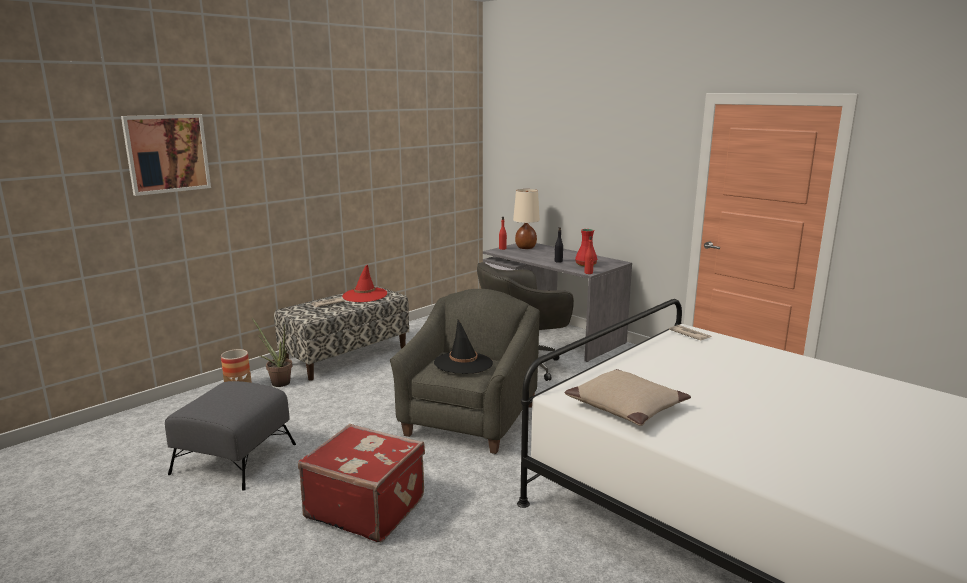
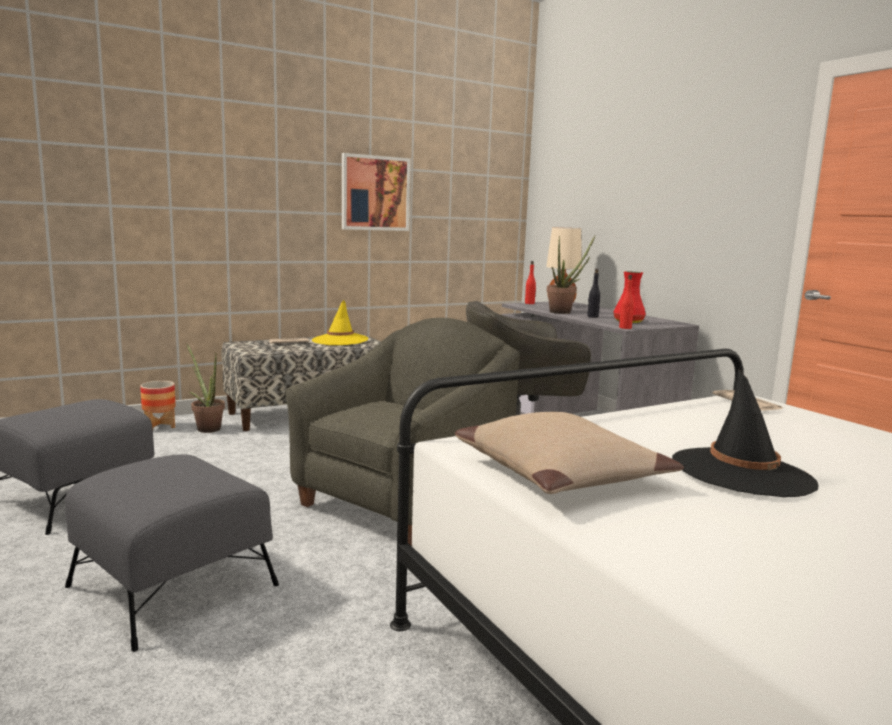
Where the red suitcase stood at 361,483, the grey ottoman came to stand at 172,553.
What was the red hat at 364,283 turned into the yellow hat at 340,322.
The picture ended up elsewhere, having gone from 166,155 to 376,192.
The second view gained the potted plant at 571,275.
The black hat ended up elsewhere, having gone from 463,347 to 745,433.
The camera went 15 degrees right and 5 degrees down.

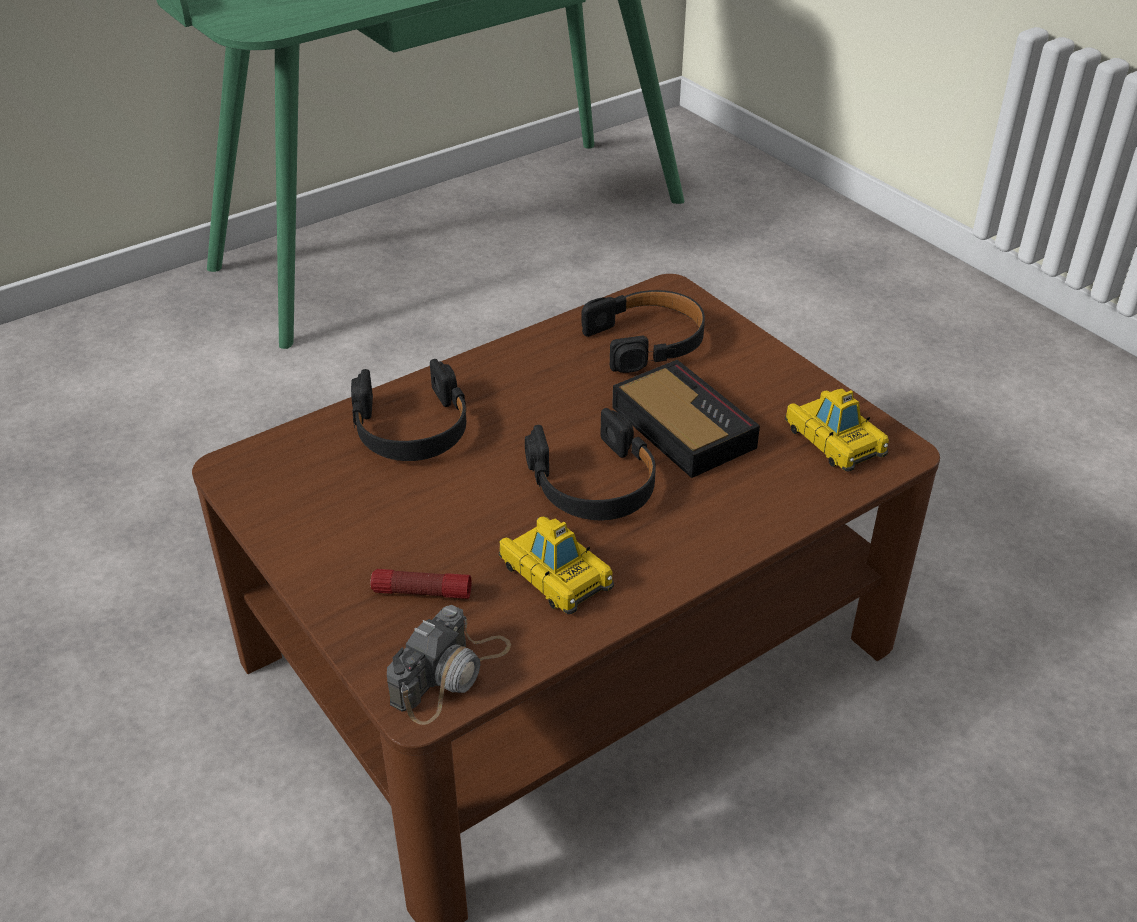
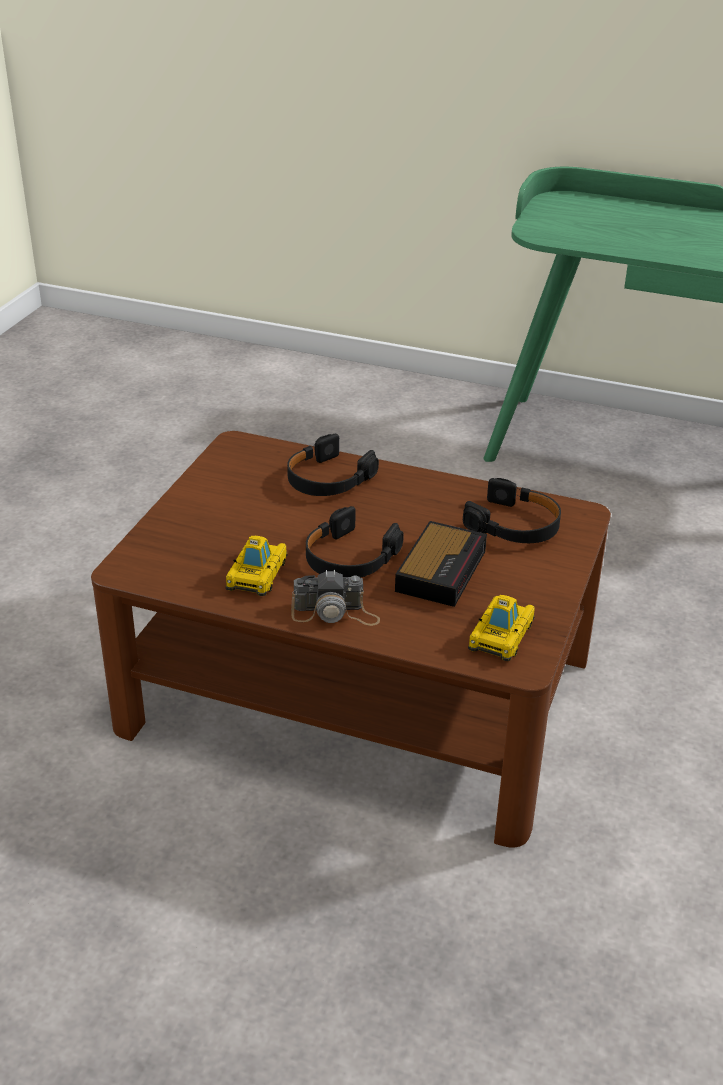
The photo camera ended up elsewhere, having gone from 449,665 to 335,598.
The second view lost the flashlight at 421,584.
The camera went 55 degrees right and 5 degrees down.

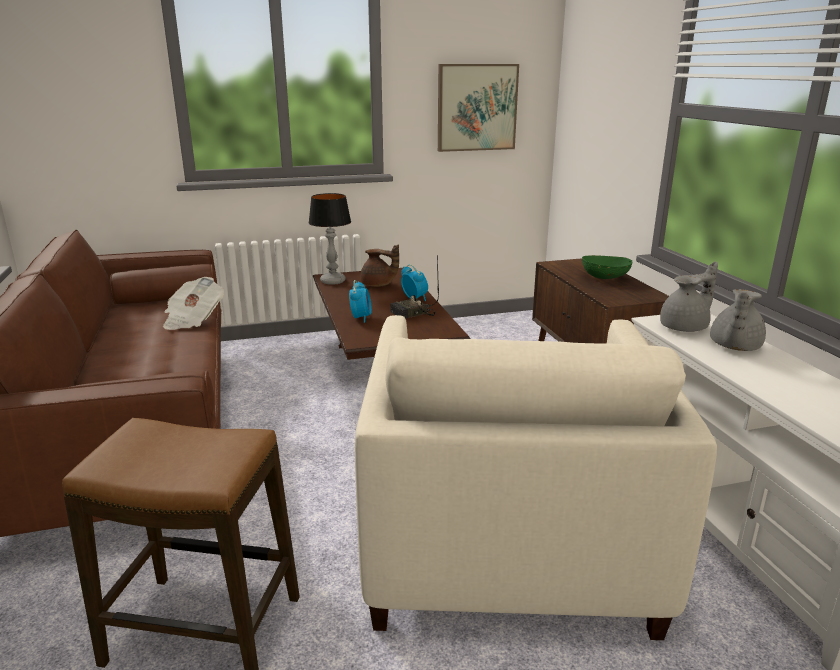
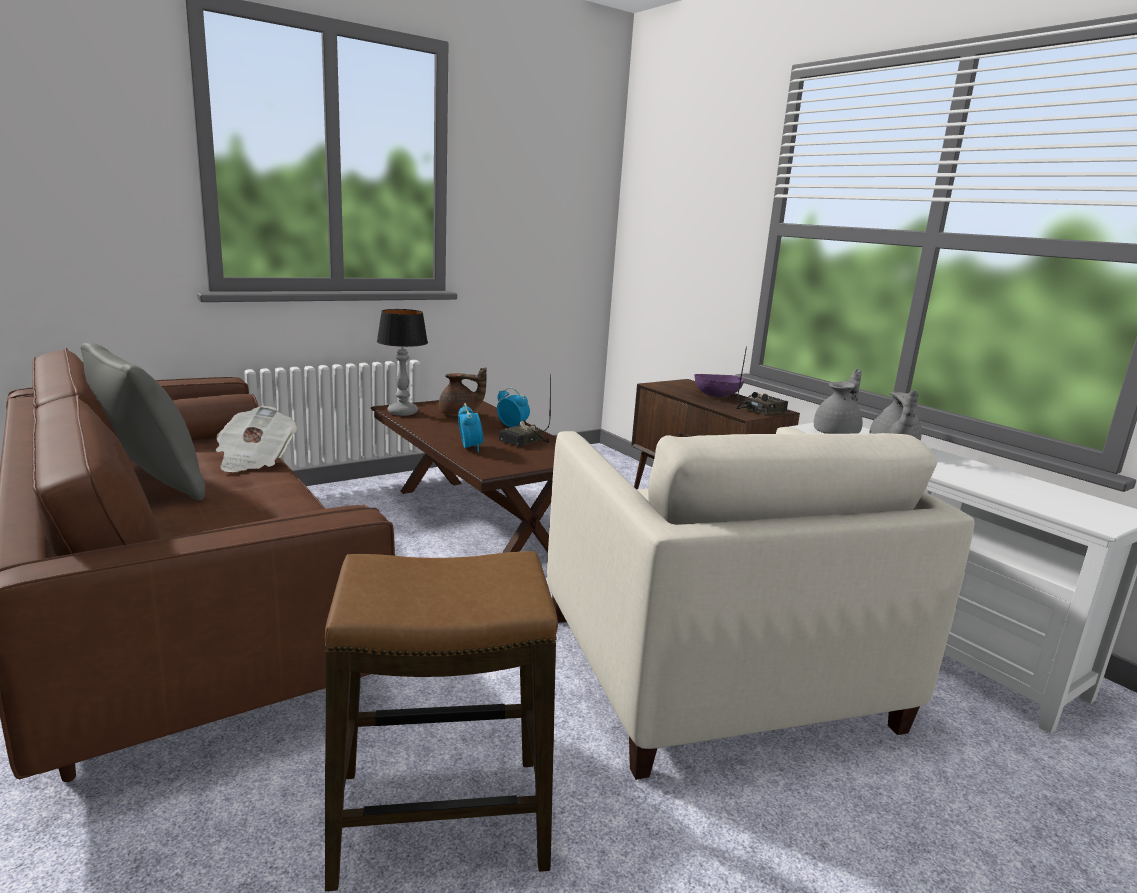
The second view gained the grey pillow at 143,422.
What was the green bowl at 607,267 turned into the purple bowl at 719,385.
The second view gained the radio at 762,380.
The second view lost the picture at 478,108.
The camera went 20 degrees left and 5 degrees down.

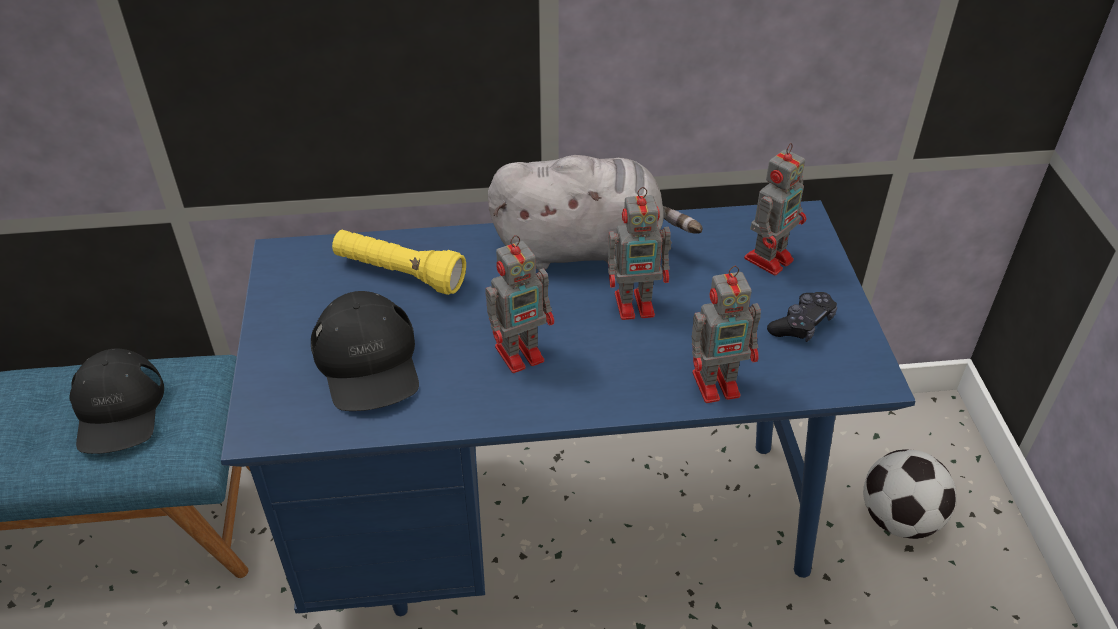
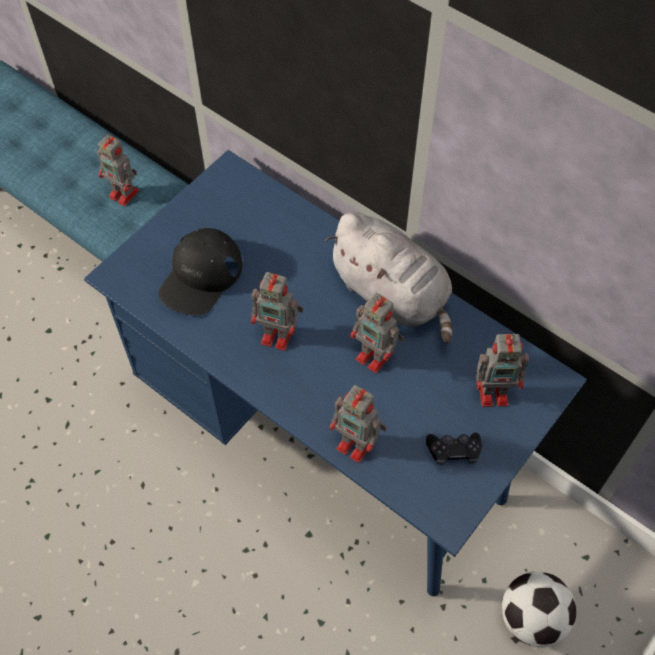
Where the black cap stood at 117,401, the toy robot came to stand at 118,170.
The second view lost the yellow flashlight at 399,262.
The camera went 45 degrees right and 15 degrees up.

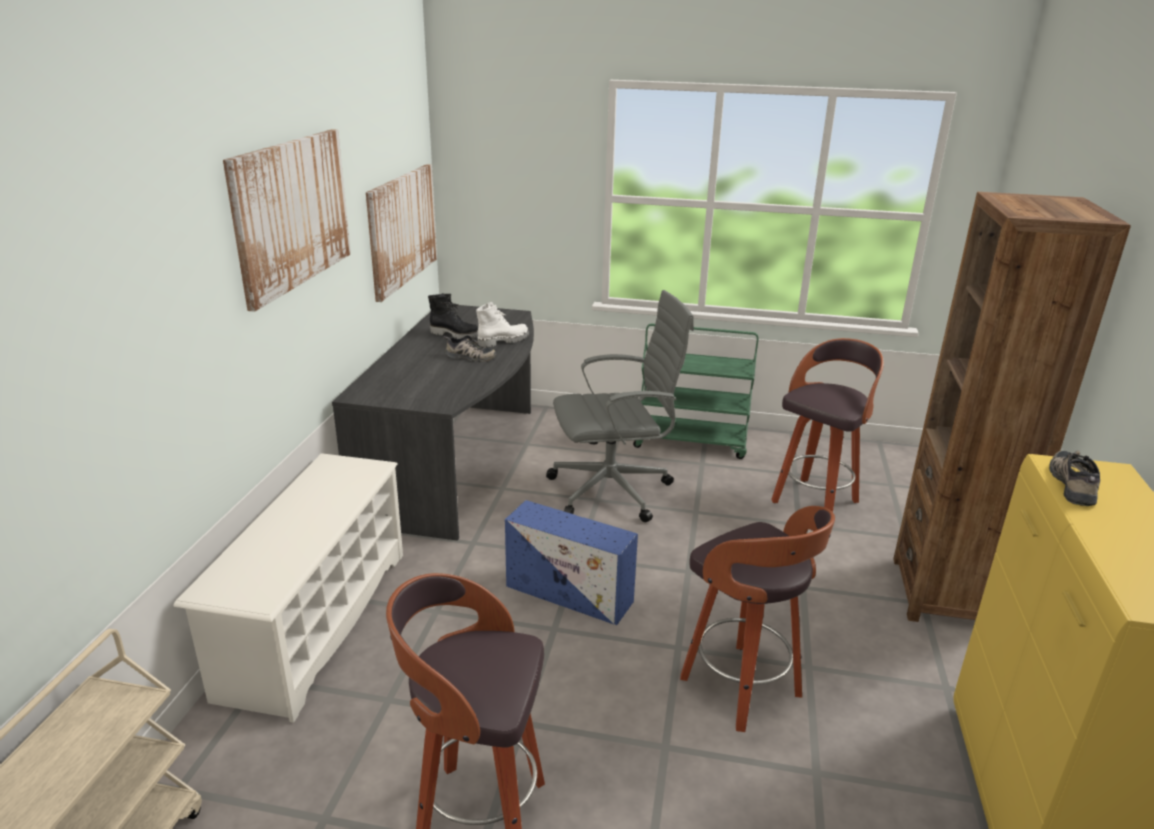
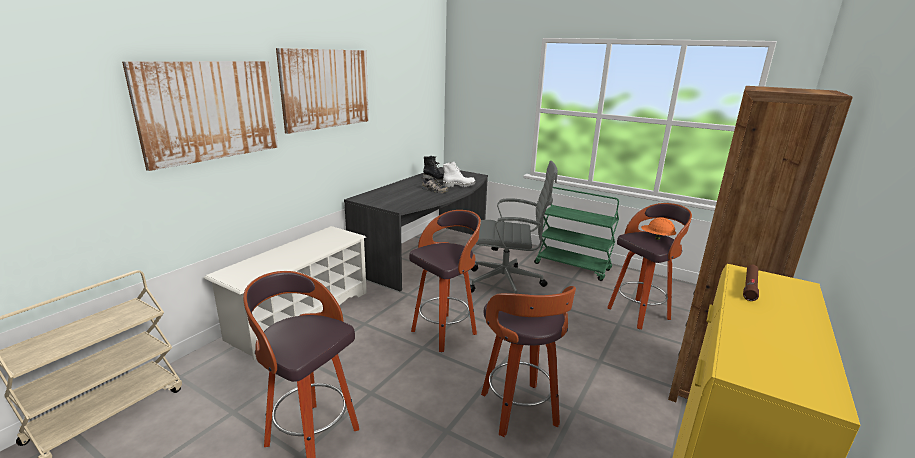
The picture ended up elsewhere, having gone from 401,233 to 200,116.
Where the blue storage box stood at 571,562, the stool came to stand at 445,281.
The second view gained the orange hard hat at 658,228.
Where the shoe stood at 1074,478, the brown flashlight came to stand at 751,283.
The camera went 20 degrees right and 5 degrees down.

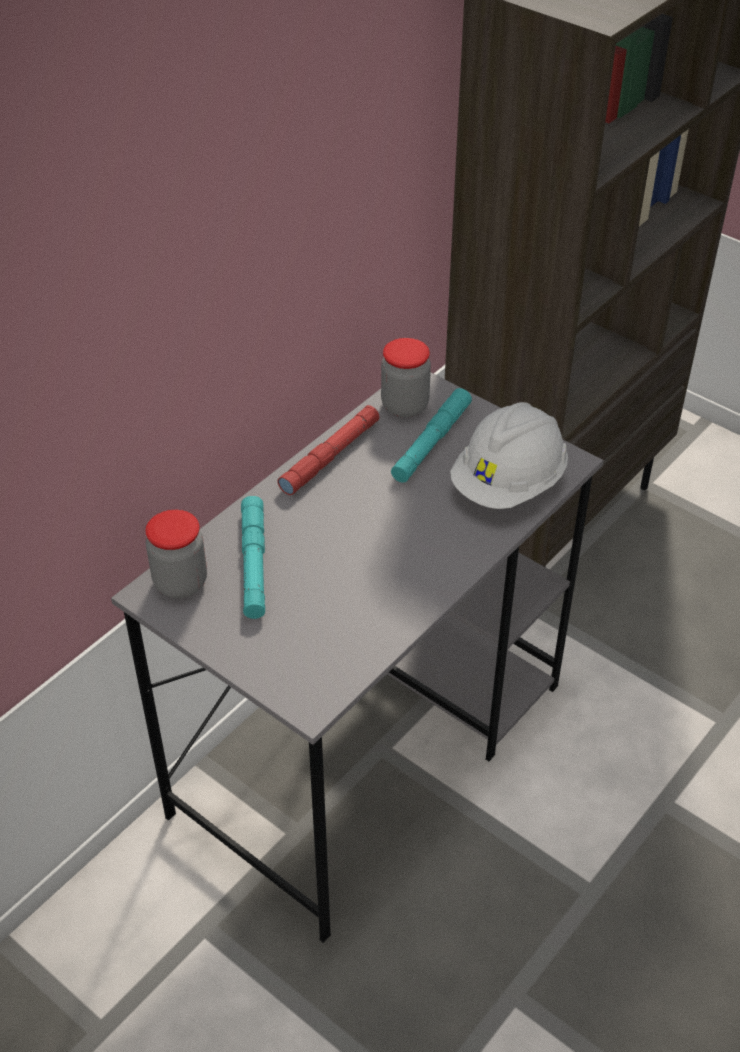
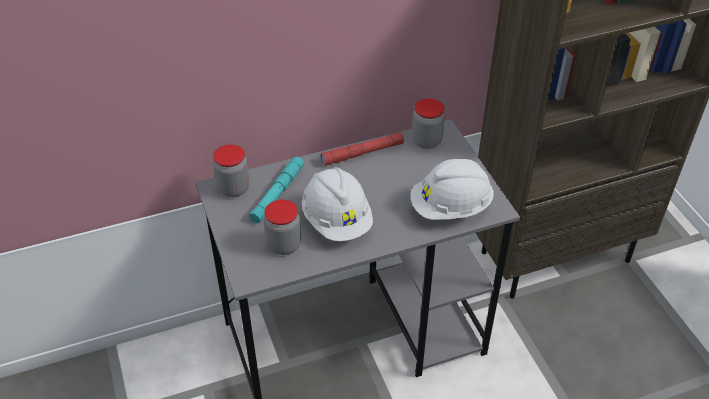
The second view gained the jar at 282,227.
The second view gained the white hard hat at 337,204.
The second view lost the turquoise flashlight at 431,435.
The camera went 30 degrees right and 0 degrees up.

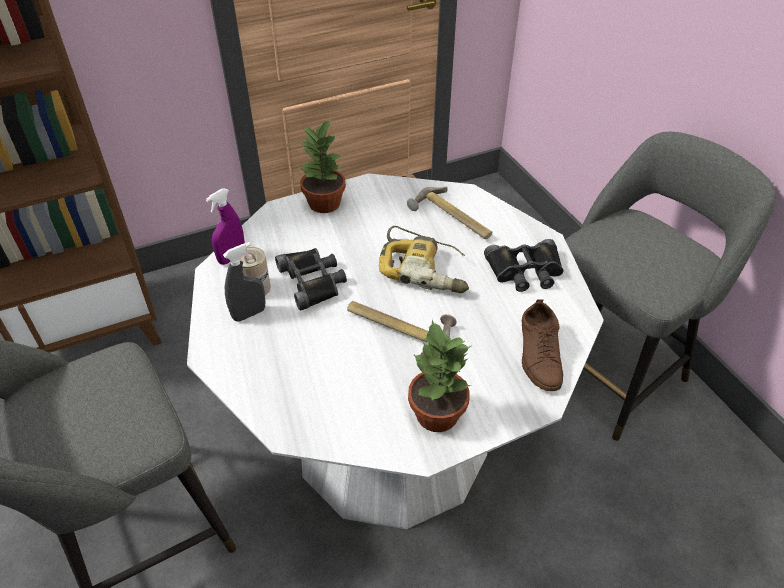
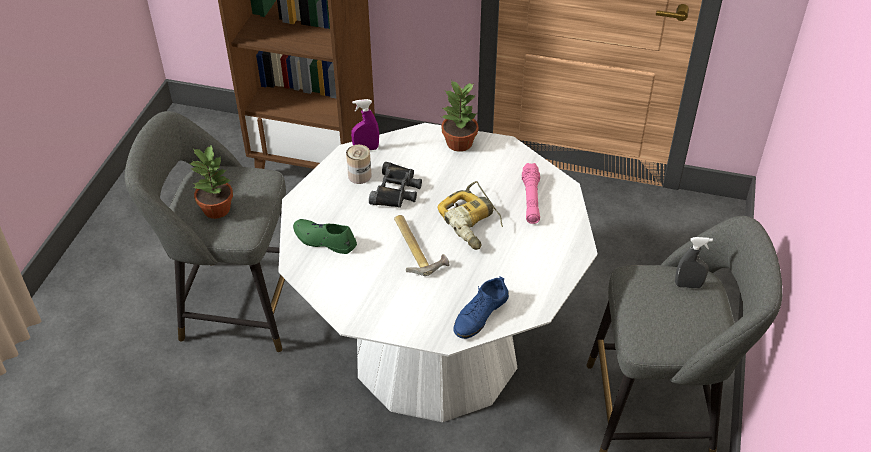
The potted plant ended up elsewhere, having gone from 440,376 to 210,181.
The second view gained the green shoe at 325,236.
What was the brown shoe at 542,345 turned into the blue shoe at 481,307.
Where the hammer stood at 449,213, the pink flashlight came to stand at 531,193.
The grey spray bottle ended up elsewhere, having gone from 244,282 to 694,262.
The second view lost the black binoculars at 524,265.
The camera went 40 degrees right and 0 degrees up.

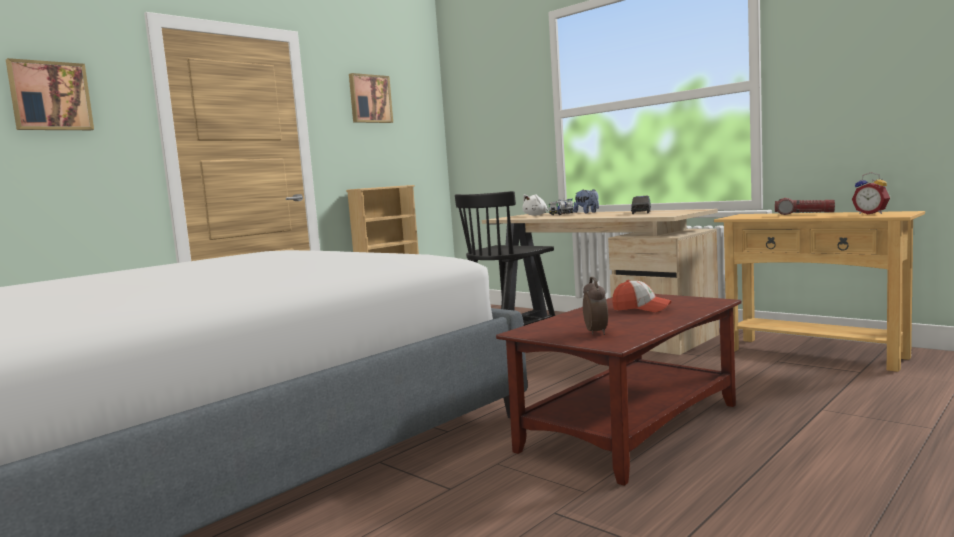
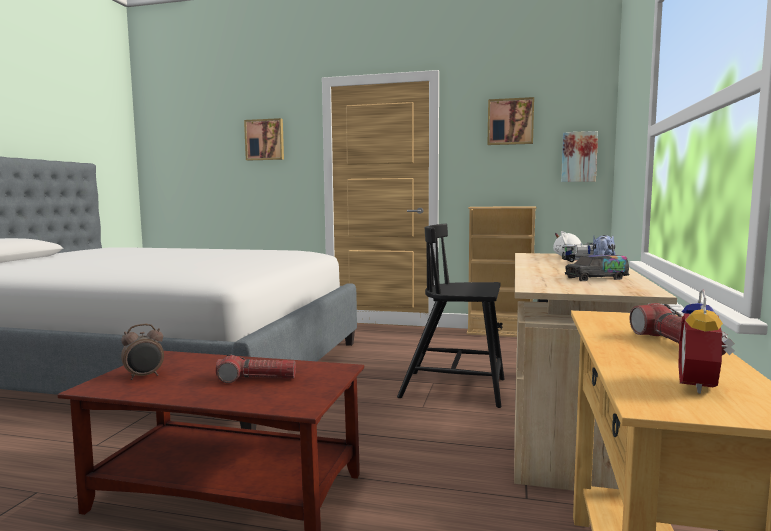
Where the cap stood at 642,296, the flashlight came to stand at 256,368.
The second view gained the picture at 579,156.
The camera went 60 degrees right and 0 degrees up.

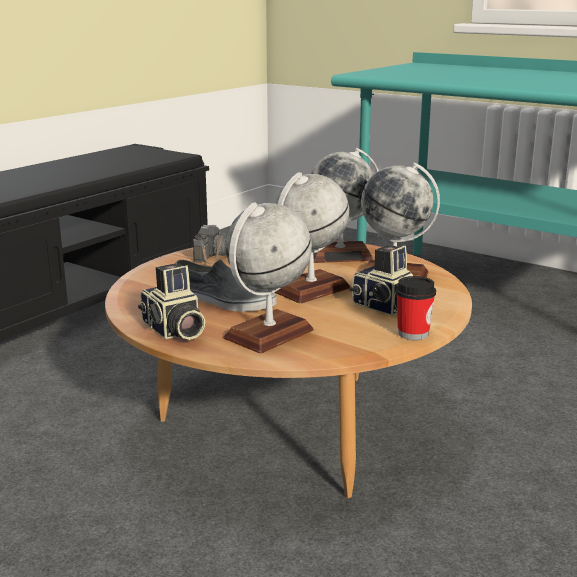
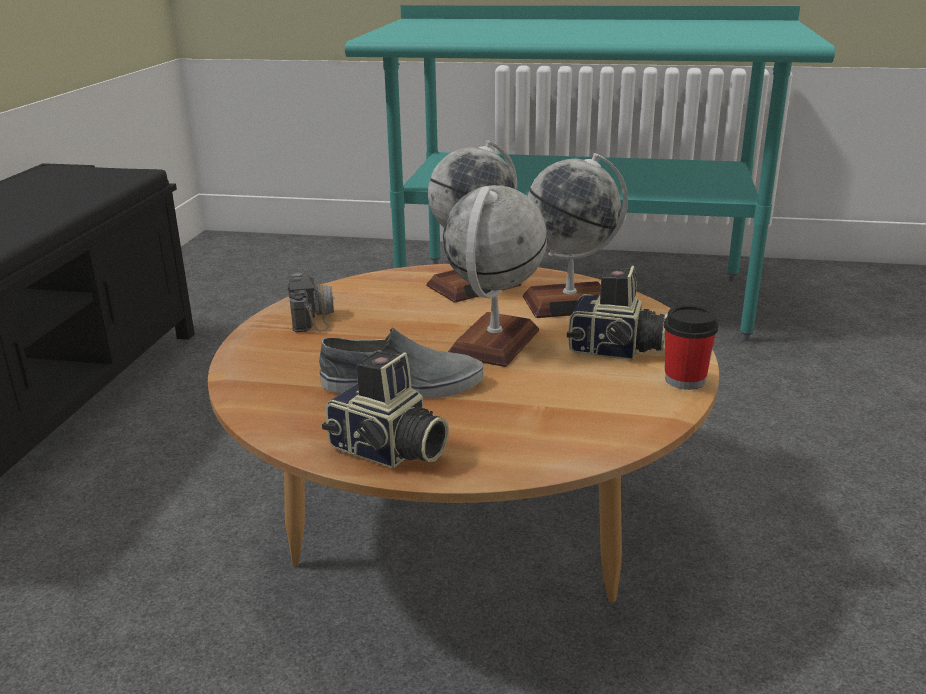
The second view lost the globe at 268,278.
The camera went 25 degrees left and 5 degrees up.

